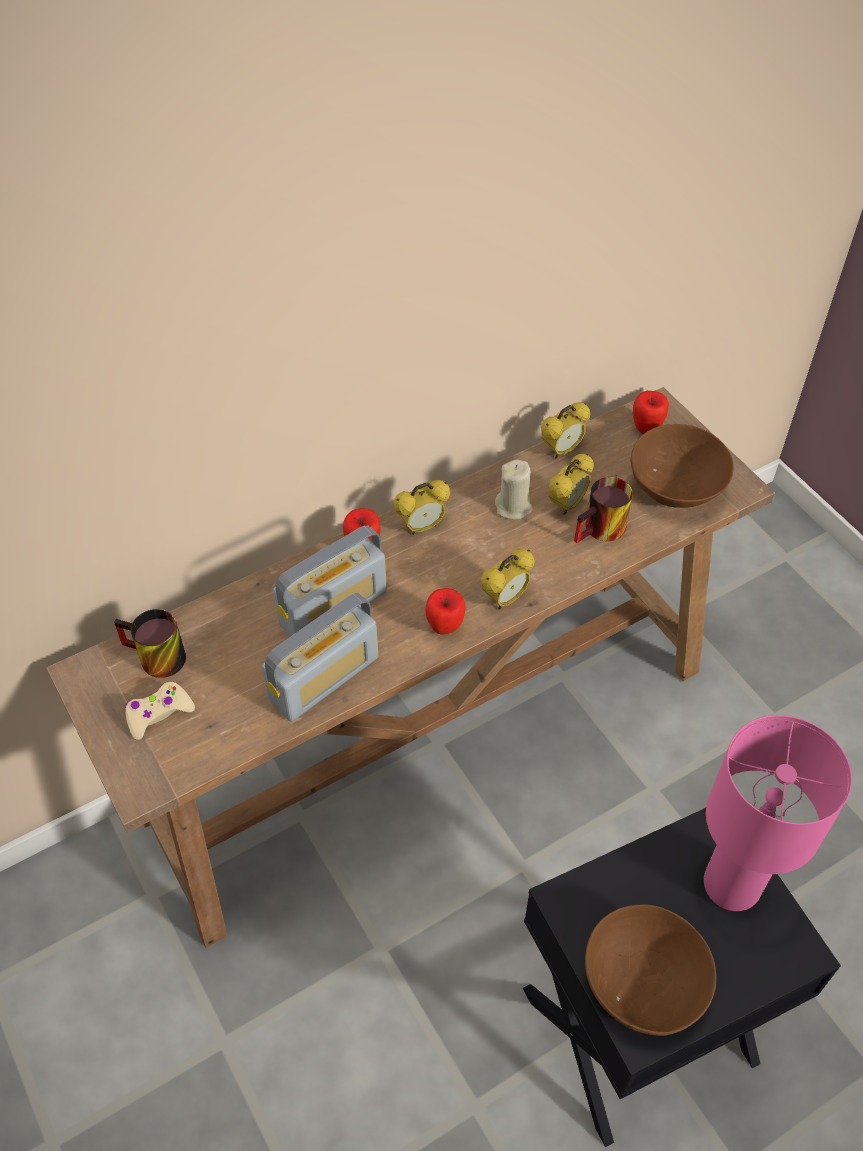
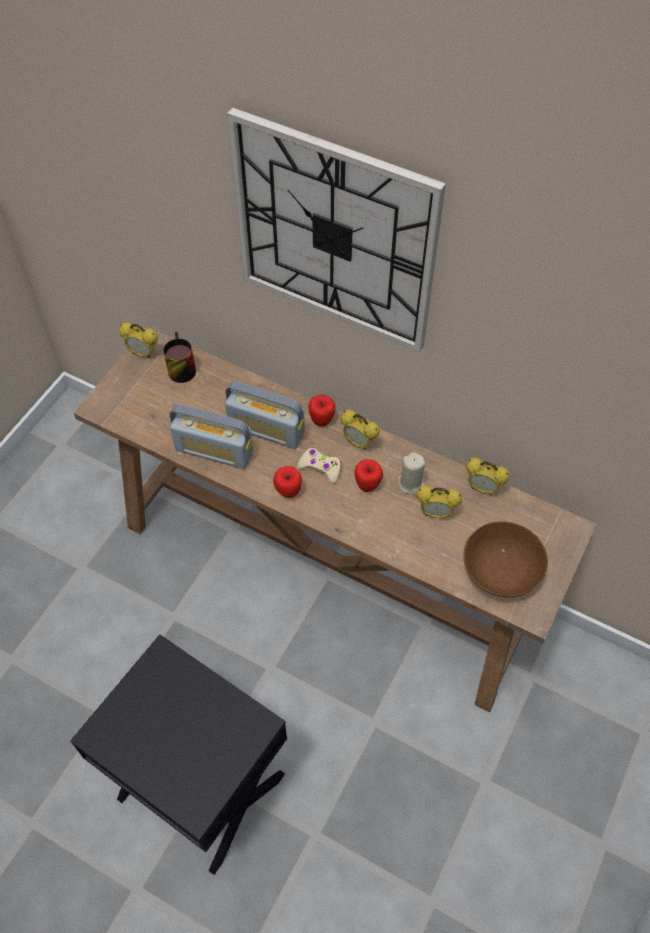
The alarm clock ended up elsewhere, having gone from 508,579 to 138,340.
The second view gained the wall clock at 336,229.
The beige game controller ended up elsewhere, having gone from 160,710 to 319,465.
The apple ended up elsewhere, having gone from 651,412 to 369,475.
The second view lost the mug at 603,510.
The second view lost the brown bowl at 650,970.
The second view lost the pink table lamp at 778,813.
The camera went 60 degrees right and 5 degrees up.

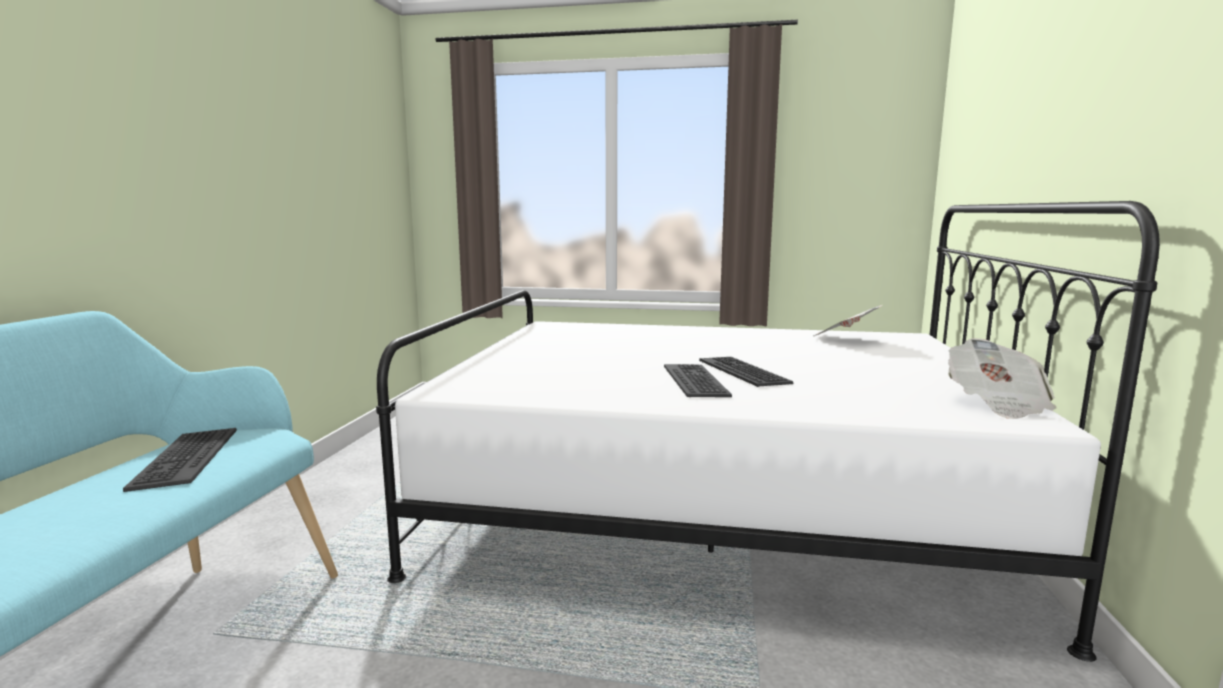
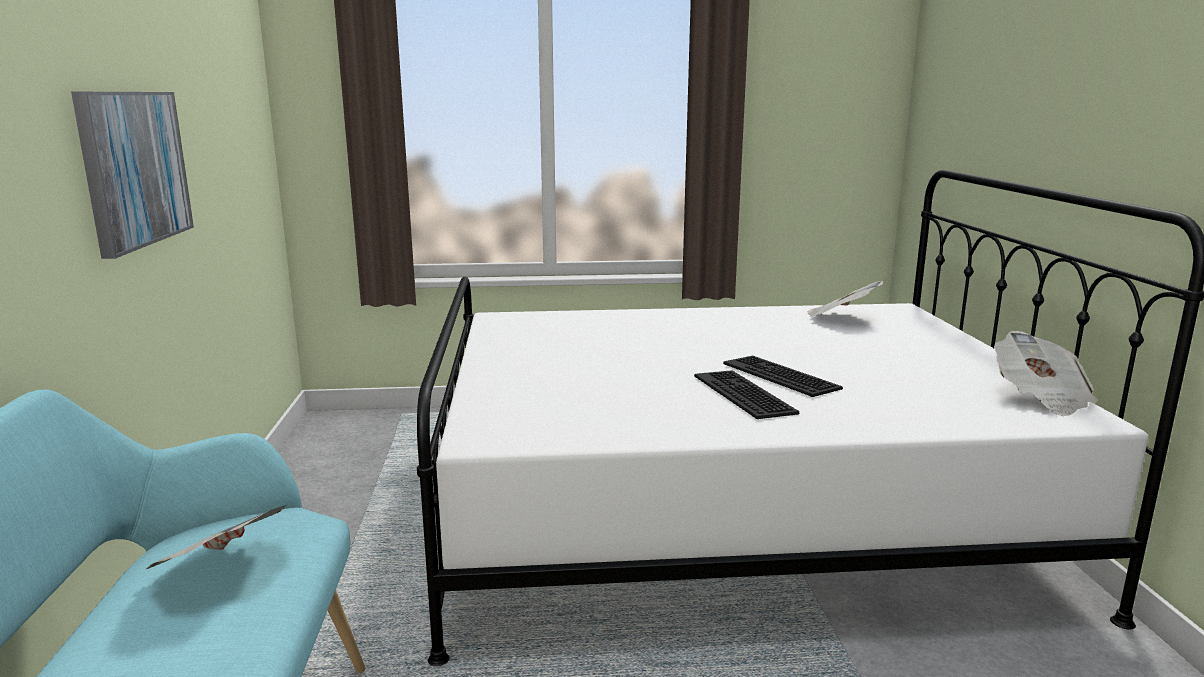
The second view gained the picture at 132,175.
Where the keyboard stood at 180,460, the newspaper came to stand at 216,537.
The camera went 15 degrees left and 5 degrees up.

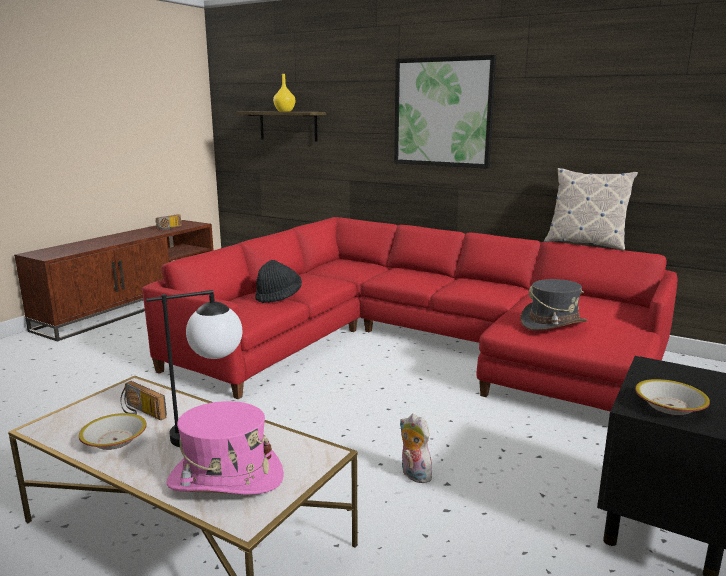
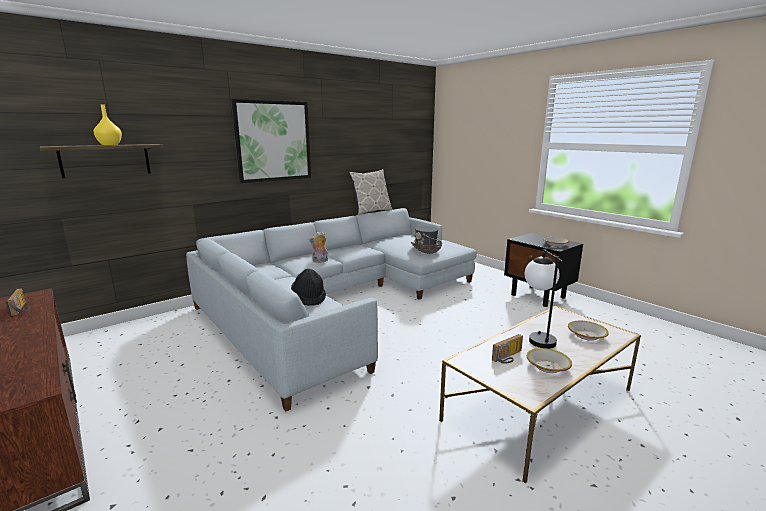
What was the red sofa at 409,314 turned into the grey sofa at 331,309.
The plush toy ended up elsewhere, having gone from 415,448 to 318,247.
Where the pink hat stood at 225,447, the bowl came to stand at 588,331.
The camera went 70 degrees left and 0 degrees up.

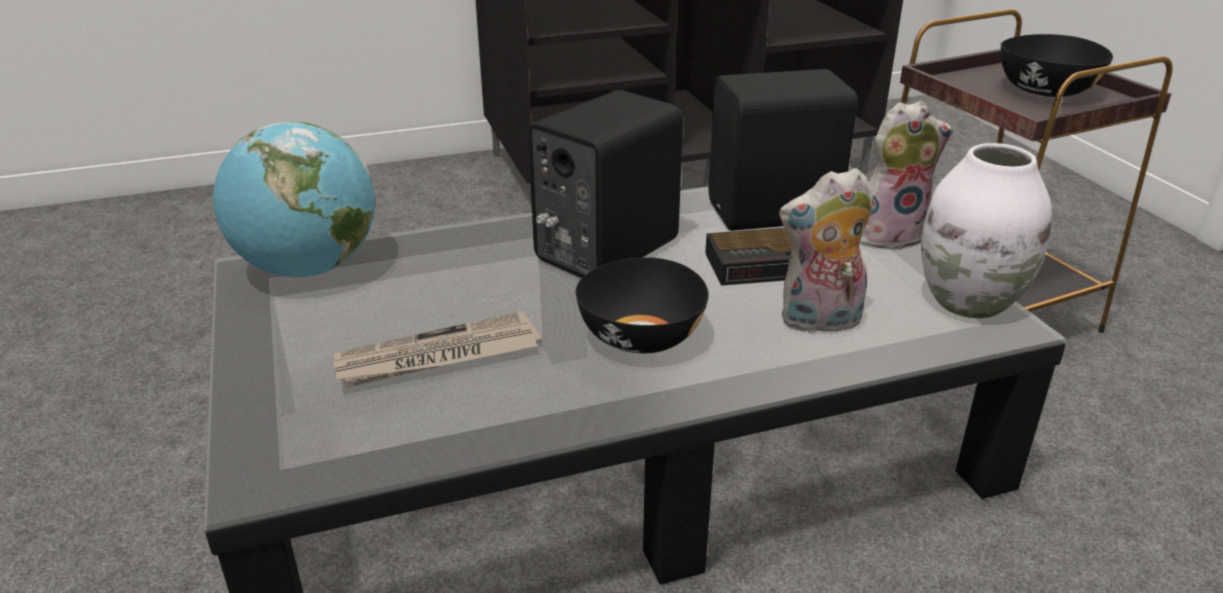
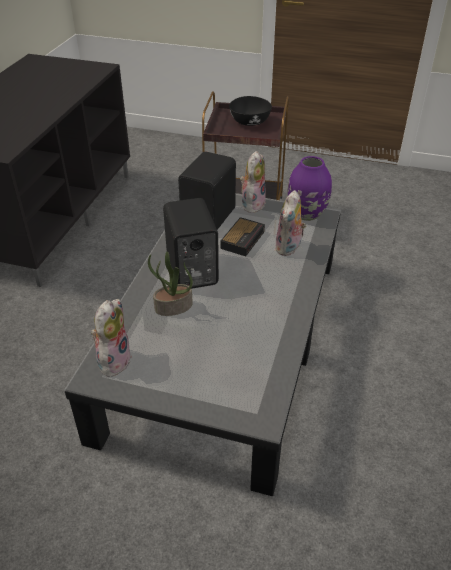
Where the globe stood at 294,199, the plush toy came to stand at 111,338.
The second view gained the potted plant at 170,284.
What was the white vase at 986,231 turned into the purple vase at 310,188.
The second view lost the newspaper at 438,349.
The second view lost the black bowl at 642,305.
The camera went 55 degrees left and 10 degrees up.

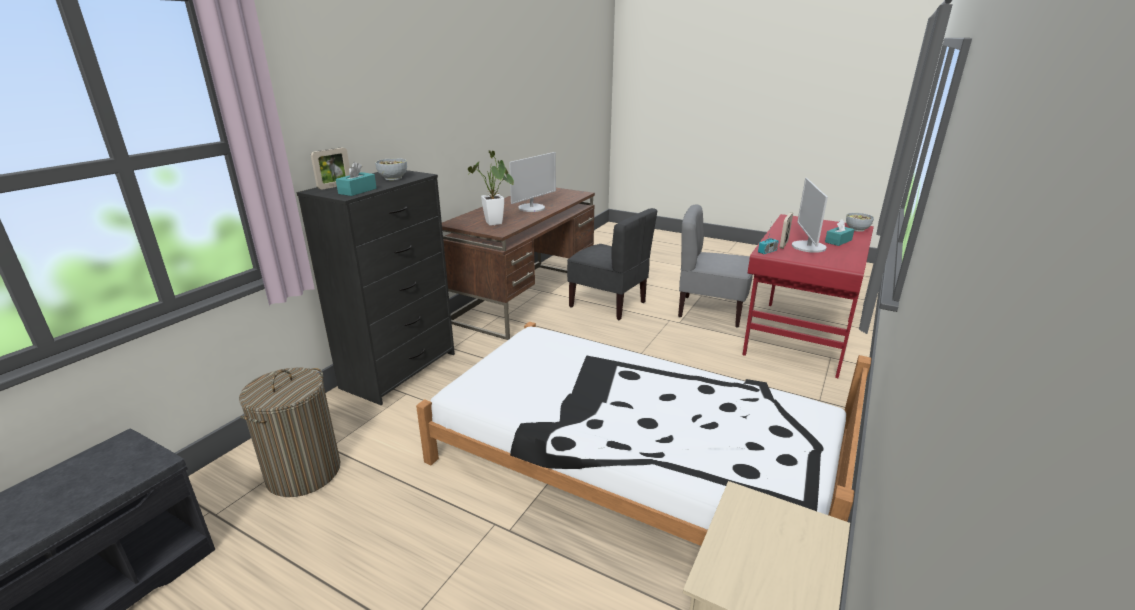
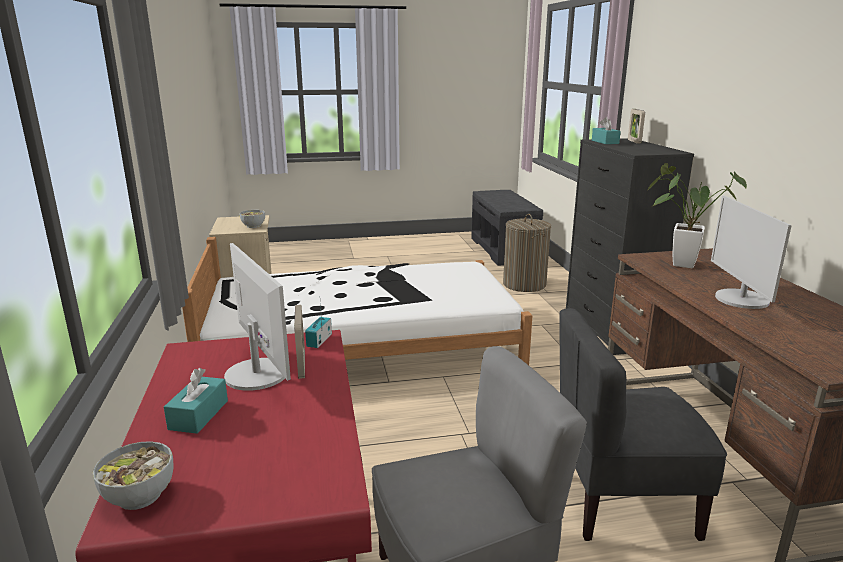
The bowl ended up elsewhere, having gone from 391,169 to 252,219.
The camera went 140 degrees right and 5 degrees down.

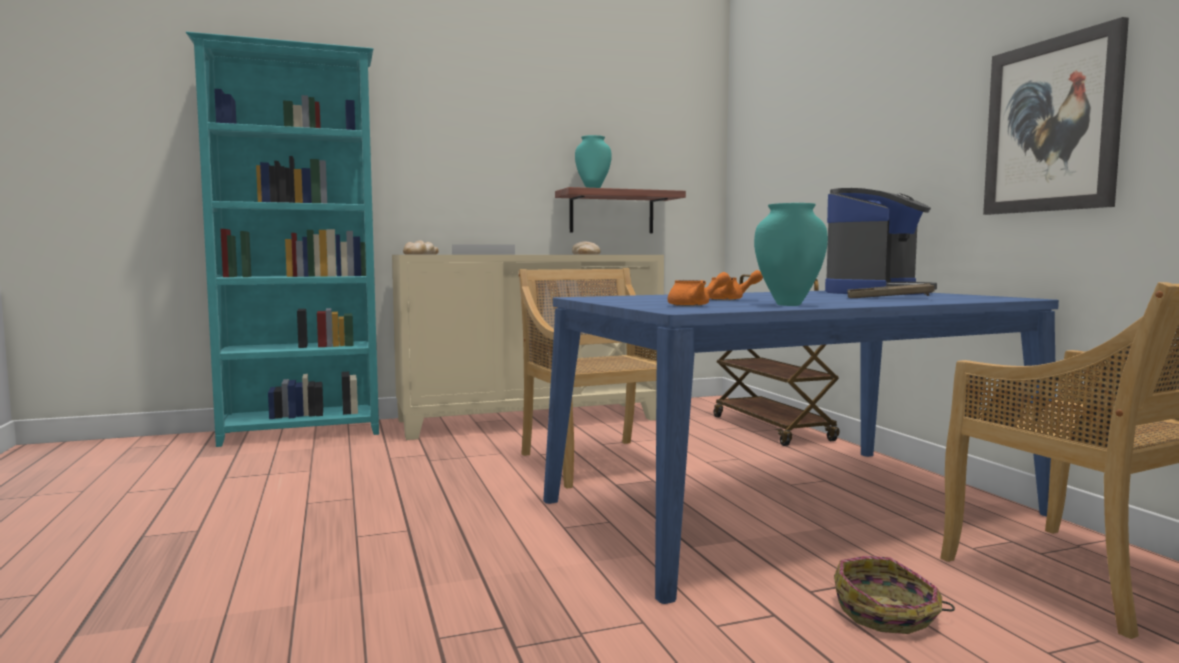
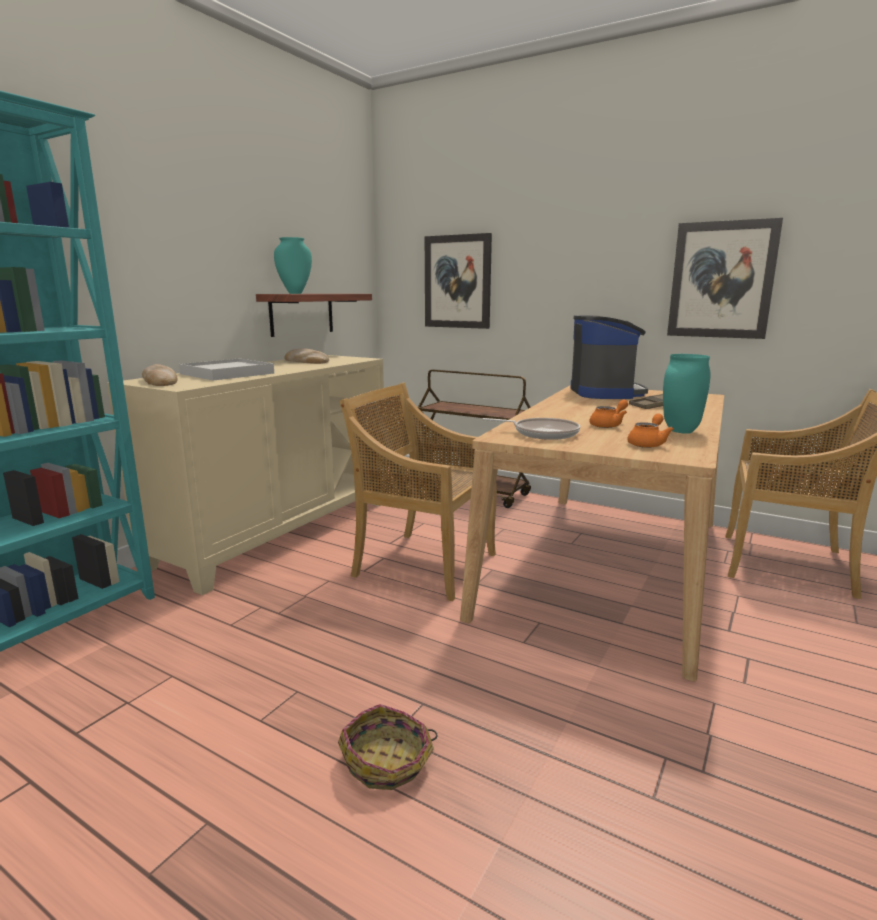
The basket ended up elsewhere, having gone from 894,595 to 388,747.
The second view gained the picture at 458,281.
What was the blue dining table at 801,447 turned into the beige dining table at 592,533.
The second view gained the frying pan at 531,429.
The camera went 40 degrees left and 10 degrees up.

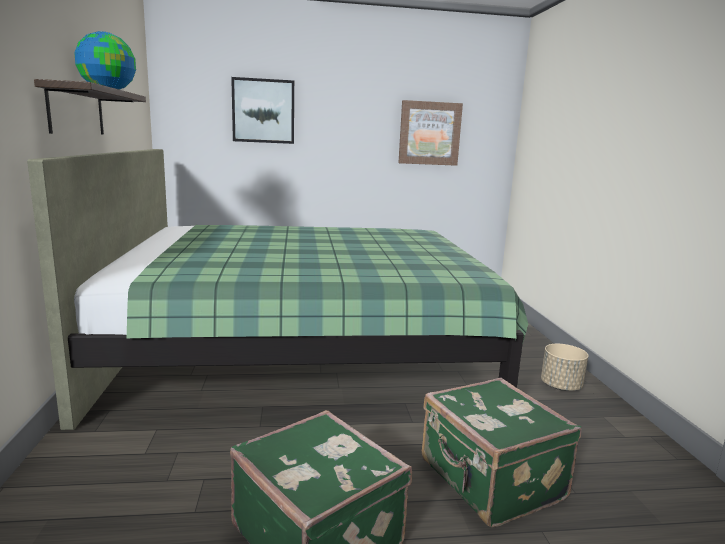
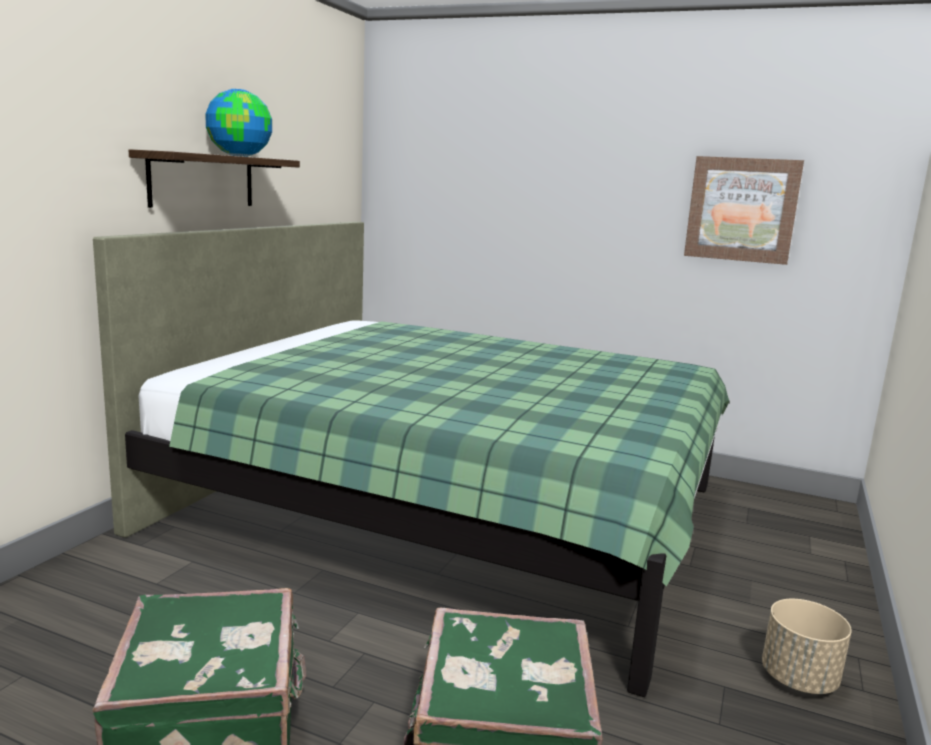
The second view lost the picture at 262,110.
The camera went 30 degrees right and 0 degrees up.

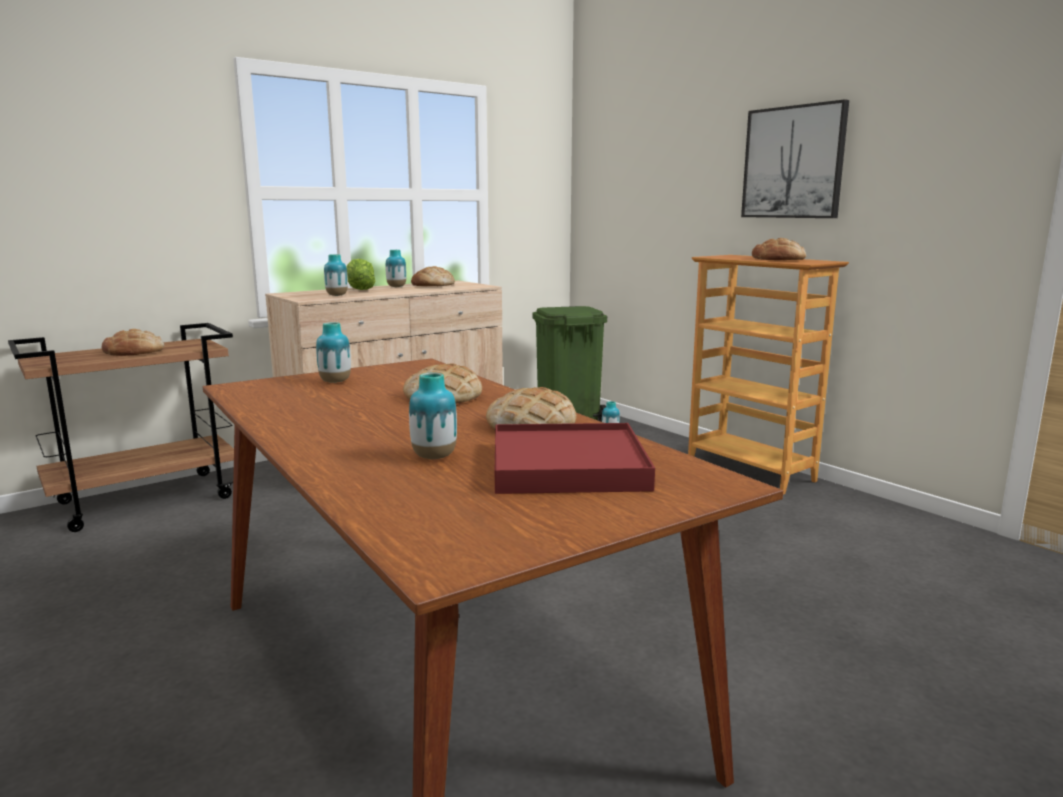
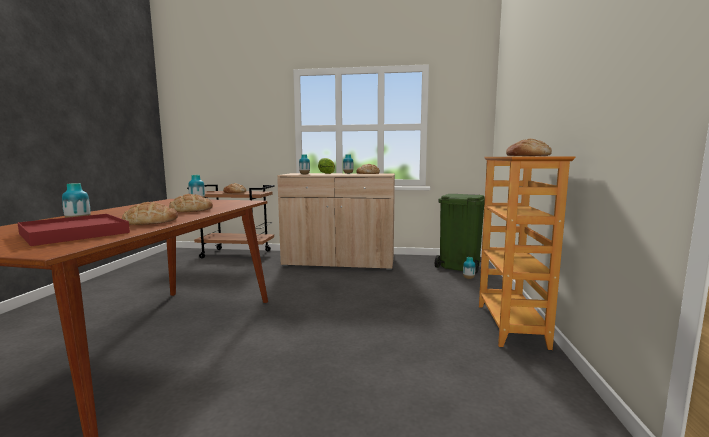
The second view lost the picture at 795,158.
The camera went 45 degrees right and 5 degrees down.

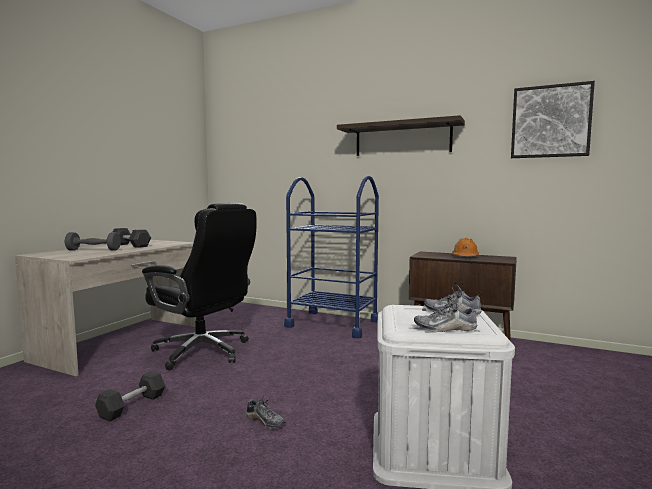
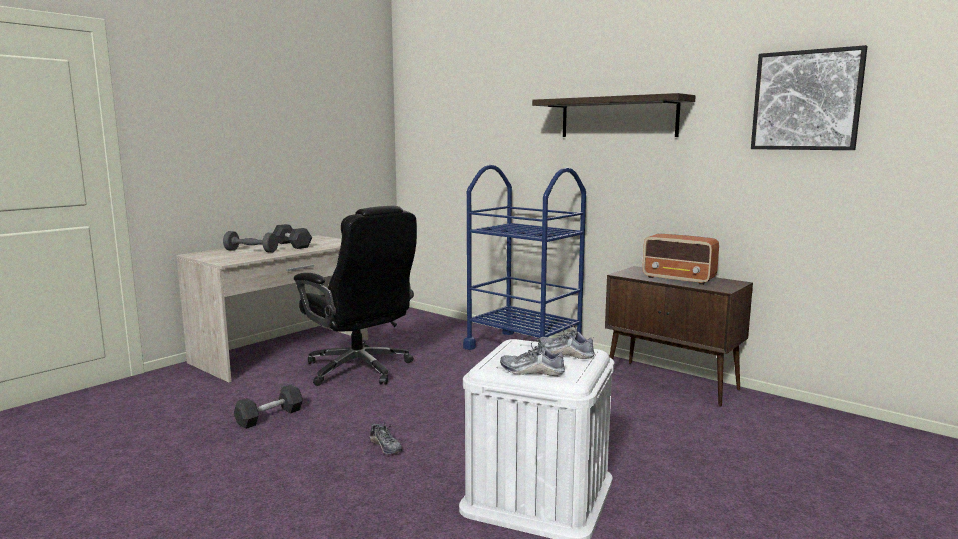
Where the orange hard hat stood at 465,247, the radio came to stand at 680,259.
The camera went 15 degrees right and 5 degrees up.

